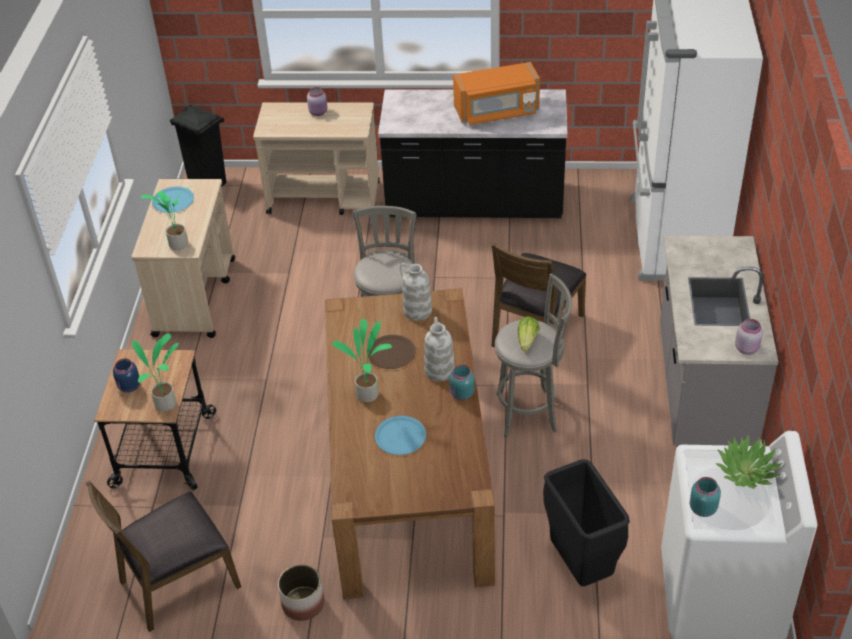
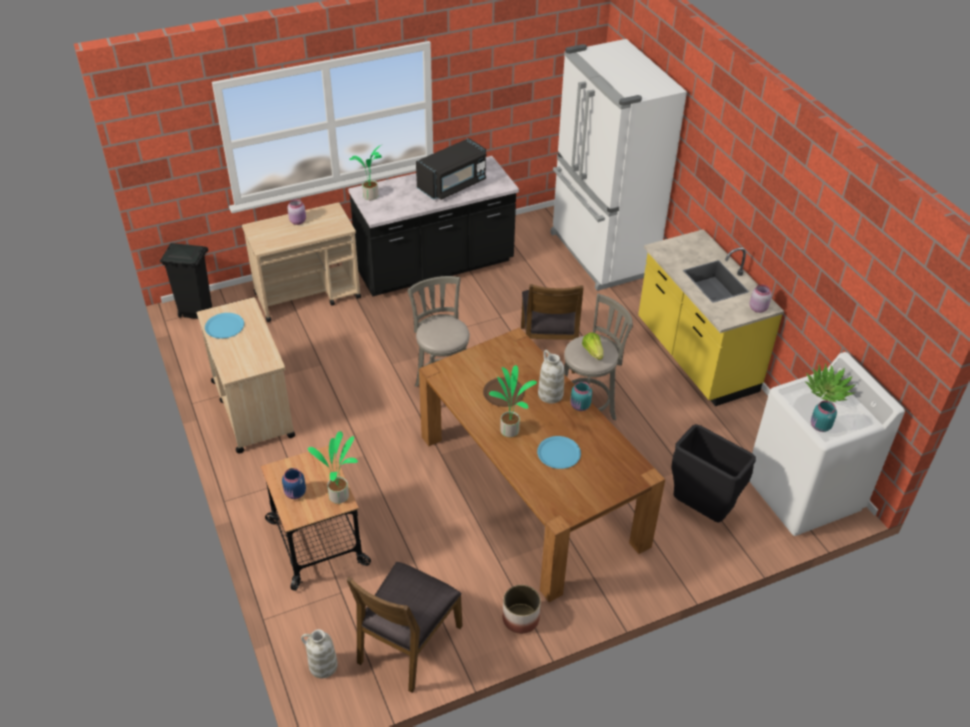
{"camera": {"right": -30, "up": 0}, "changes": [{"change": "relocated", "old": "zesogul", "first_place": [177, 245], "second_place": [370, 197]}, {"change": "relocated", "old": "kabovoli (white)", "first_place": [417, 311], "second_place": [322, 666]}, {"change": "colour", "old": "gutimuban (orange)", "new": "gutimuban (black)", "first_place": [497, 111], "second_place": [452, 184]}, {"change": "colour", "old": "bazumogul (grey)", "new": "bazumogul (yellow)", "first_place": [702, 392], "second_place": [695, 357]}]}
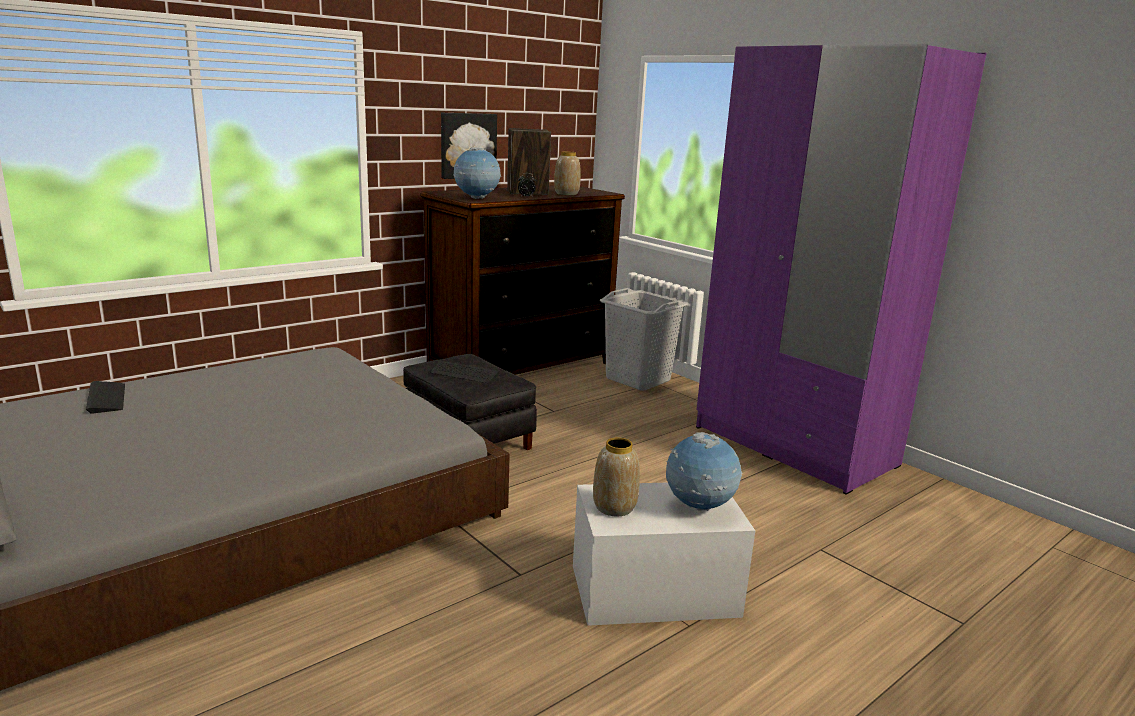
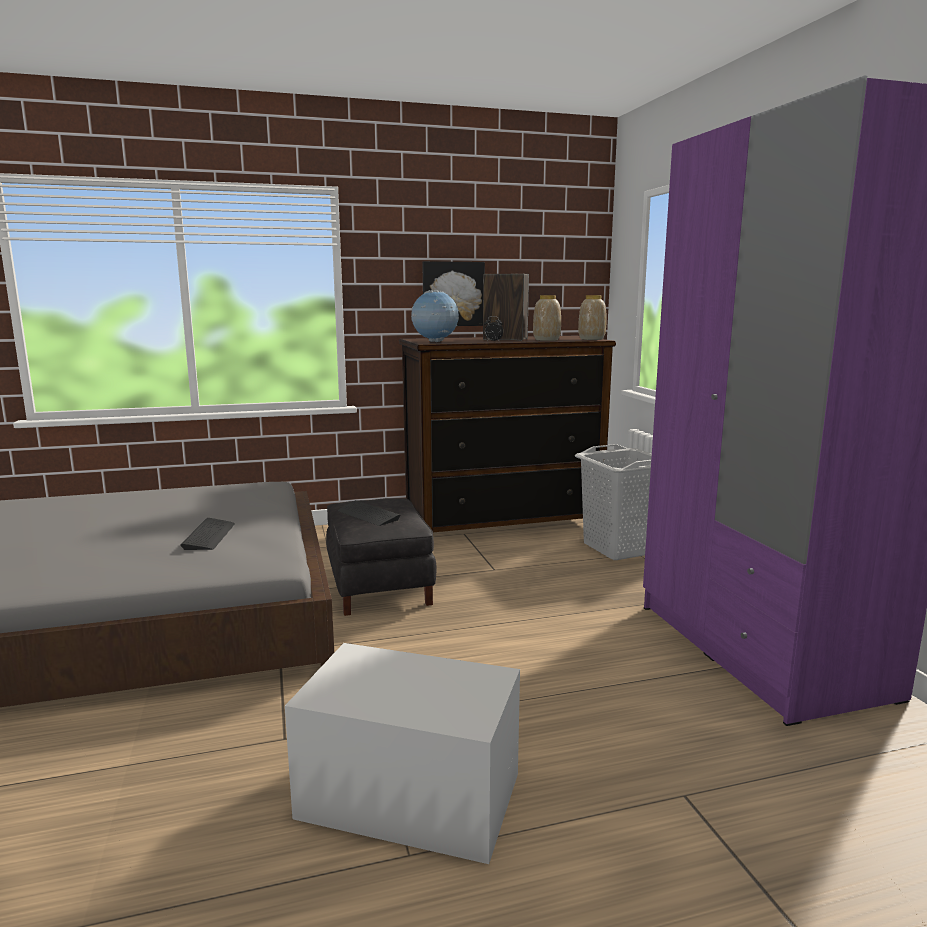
{"camera": {"right": 25, "up": -5}, "changes": [{"change": "missing", "old": "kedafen", "first_place": [699, 508]}, {"change": "relocated", "old": "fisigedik", "first_place": [106, 398], "second_place": [209, 536]}, {"change": "relocated", "old": "kabovoli", "first_place": [614, 508], "second_place": [591, 339]}]}
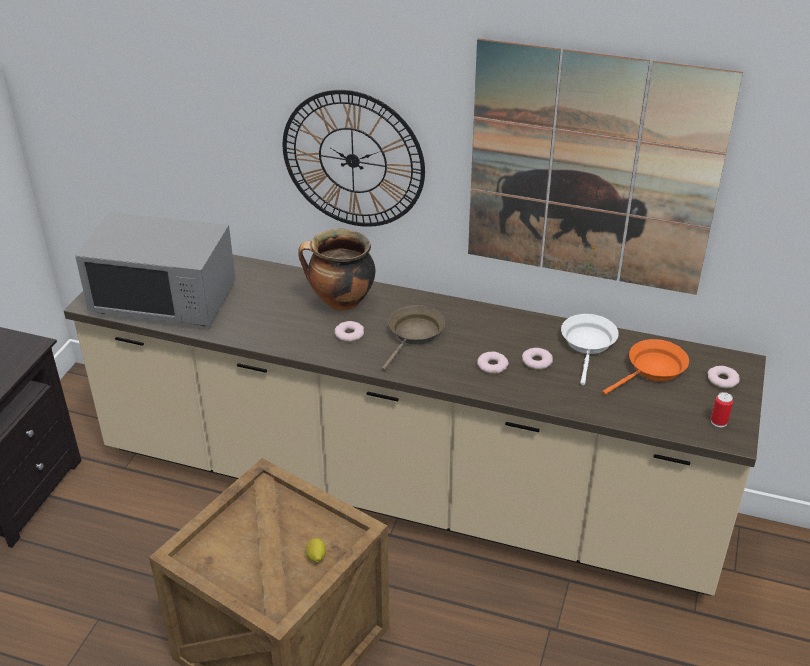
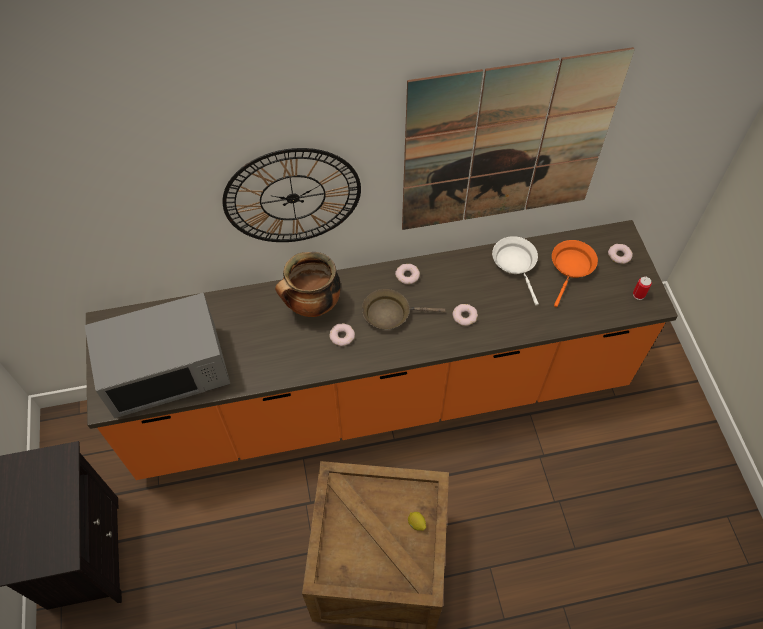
{"camera": {"right": -30, "up": 20}, "changes": [{"change": "relocated", "old": "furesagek", "first_place": [536, 361], "second_place": [407, 275]}, {"change": "colour", "old": "bazumogul (beige)", "new": "bazumogul (orange)", "first_place": [405, 490], "second_place": [381, 398]}, {"change": "spun", "old": "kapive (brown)", "first_place": [414, 335], "second_place": [390, 313], "degrees": -90}]}
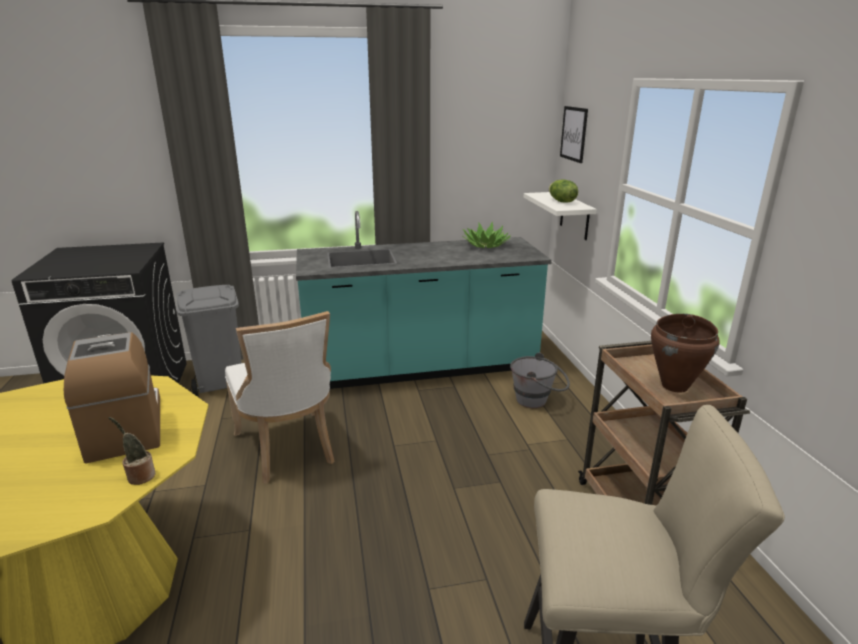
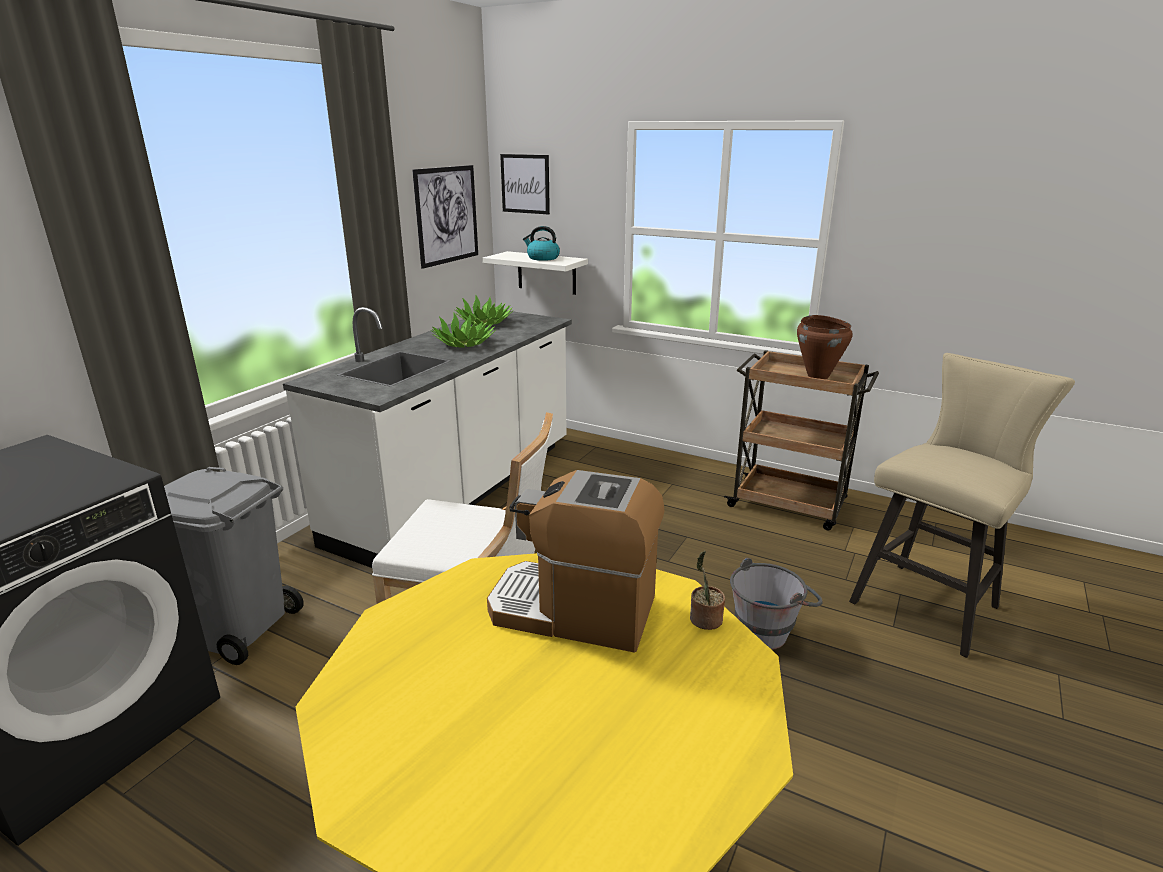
{"camera": {"right": -50, "up": 0}, "changes": [{"change": "appeared", "new": "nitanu", "second_place": [447, 215]}, {"change": "appeared", "new": "zesogul", "second_place": [464, 343]}, {"change": "relocated", "old": "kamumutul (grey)", "first_place": [538, 401], "second_place": [769, 630]}, {"change": "exchanged", "old": "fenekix", "new": "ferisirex", "first_place": [561, 201], "second_place": [542, 258]}, {"change": "colour", "old": "bazumogul (turquoise)", "new": "bazumogul (white)", "first_place": [421, 368], "second_place": [459, 492]}]}
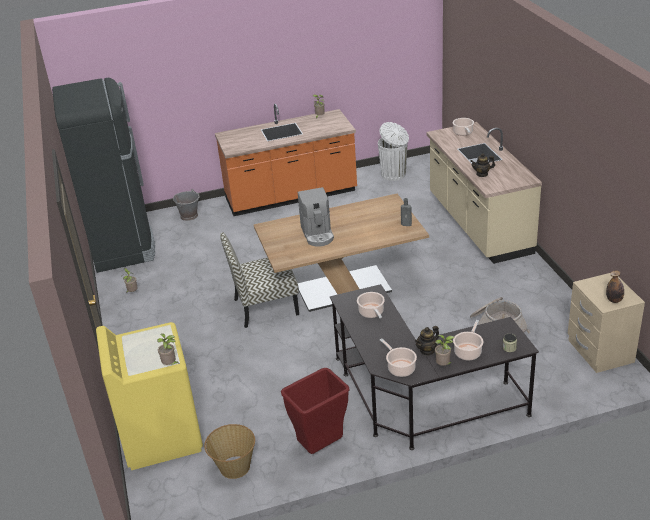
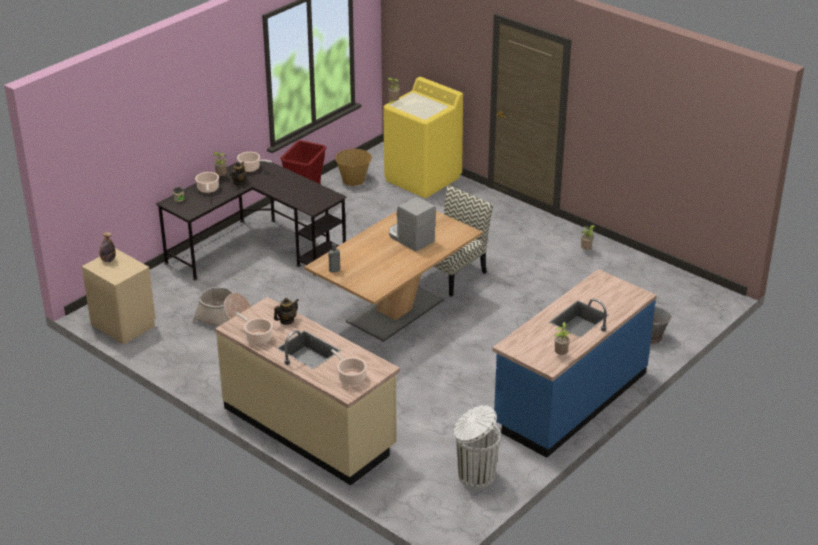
{"camera": {"right": 145, "up": 0}, "changes": [{"change": "missing", "old": "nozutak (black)", "first_place": [123, 247]}, {"change": "relocated", "old": "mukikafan", "first_place": [371, 313], "second_place": [257, 337]}, {"change": "colour", "old": "bazumogul (orange)", "new": "bazumogul (blue)", "first_place": [291, 196], "second_place": [570, 399]}]}
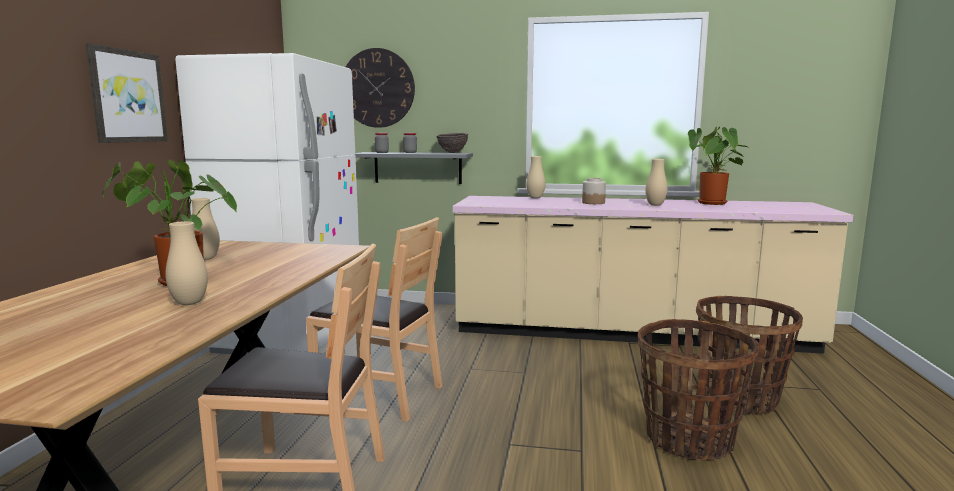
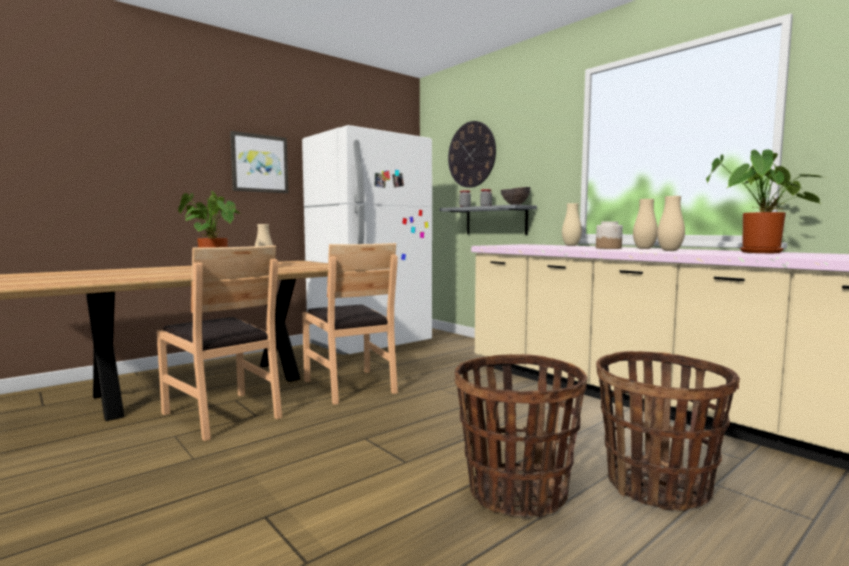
{"camera": {"right": 40, "up": -5}, "changes": [{"change": "relocated", "old": "kabovoli (beige)", "first_place": [189, 303], "second_place": [644, 249]}]}
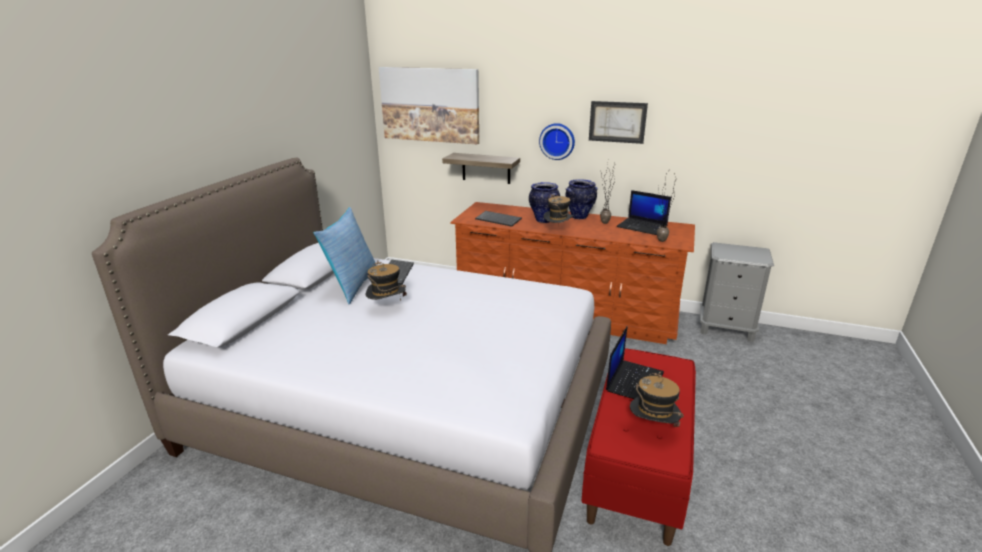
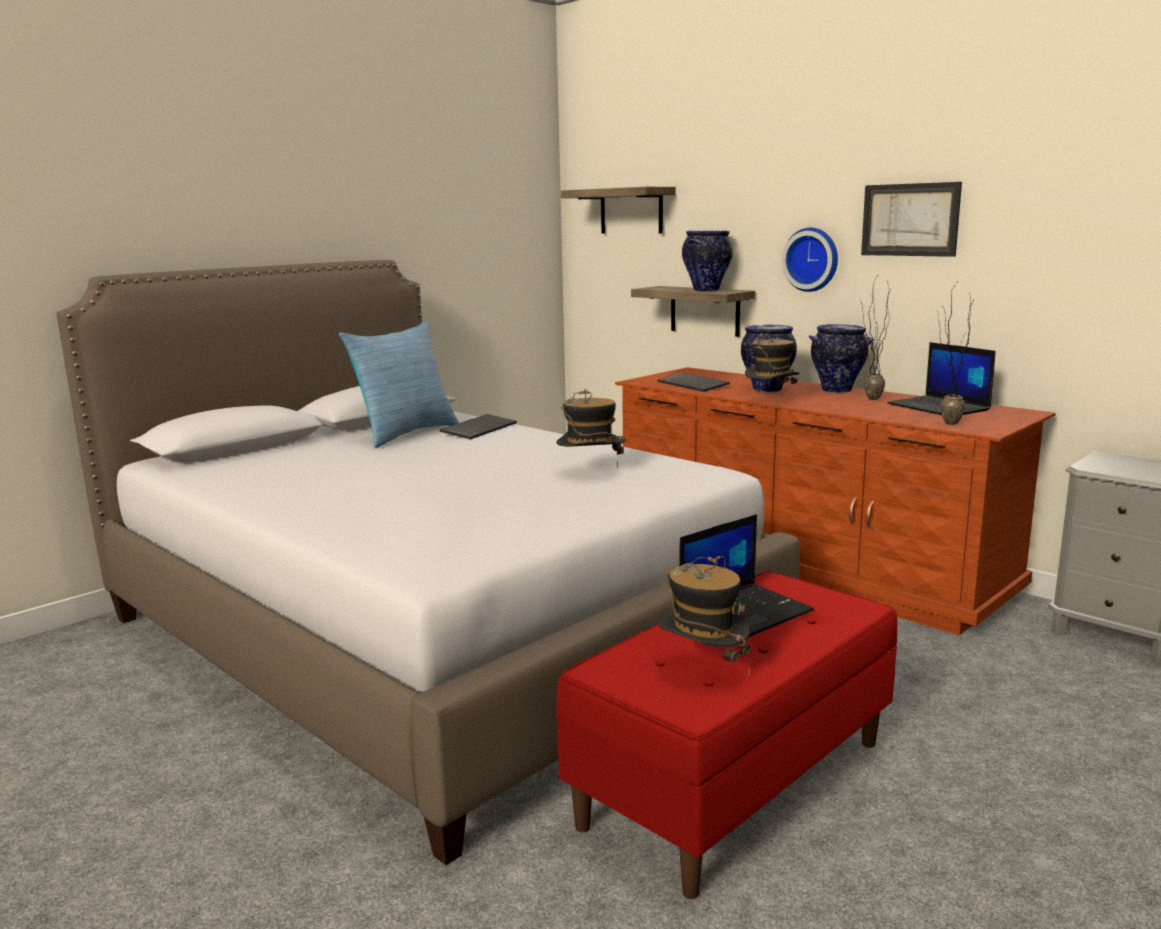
{"camera": {"right": 25, "up": -10}, "changes": [{"change": "appeared", "new": "kabovoli", "second_place": [706, 290]}, {"change": "relocated", "old": "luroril", "first_place": [387, 309], "second_place": [590, 473]}, {"change": "exchanged", "old": "nitanu", "new": "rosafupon", "first_place": [430, 105], "second_place": [631, 211]}]}
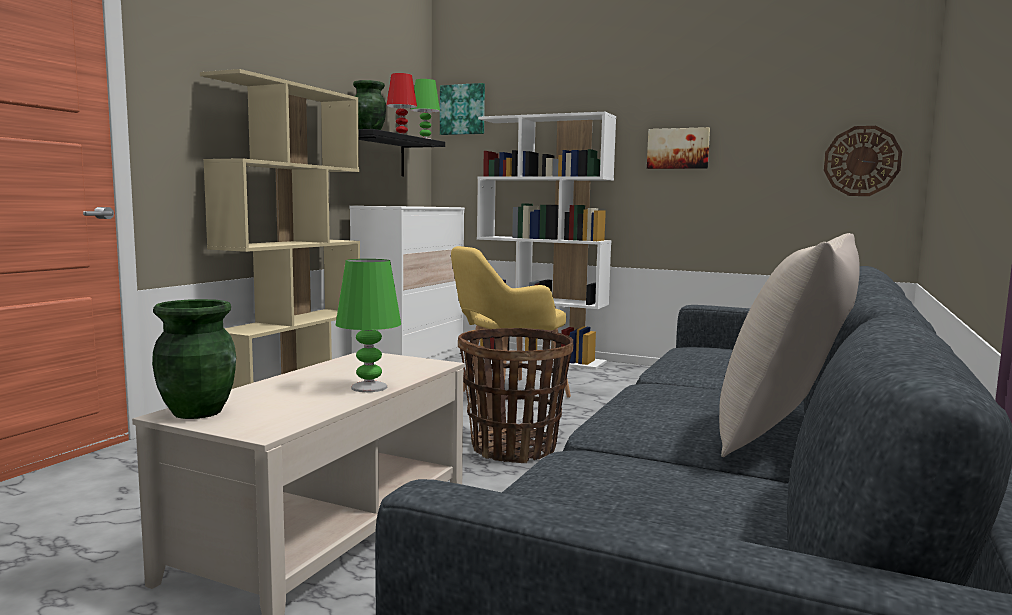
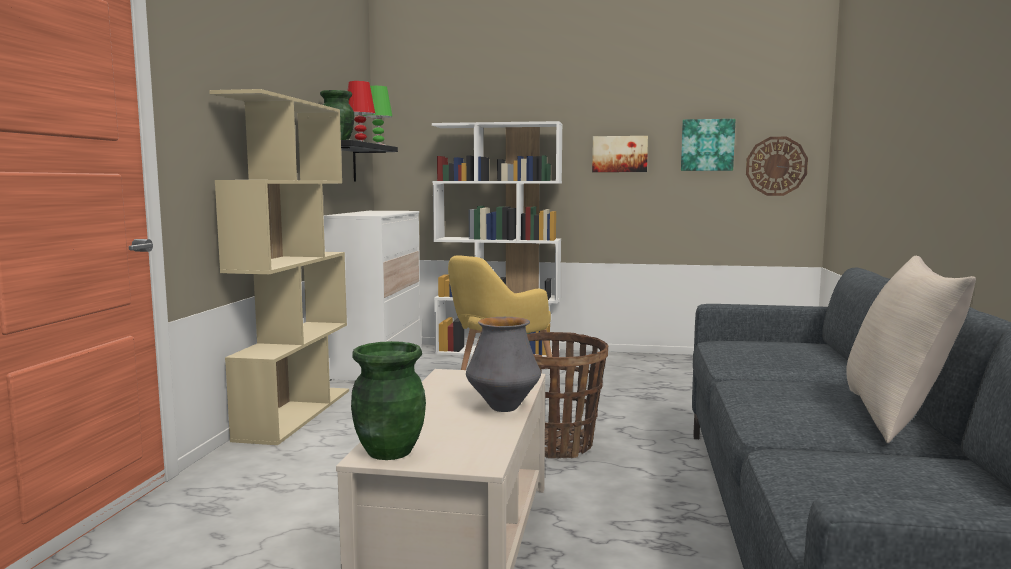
{"camera": {"right": -15, "up": 0}, "changes": [{"change": "relocated", "old": "nitanu", "first_place": [463, 109], "second_place": [707, 145]}, {"change": "exchanged", "old": "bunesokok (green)", "new": "kabovoli", "first_place": [369, 387], "second_place": [503, 408]}]}
